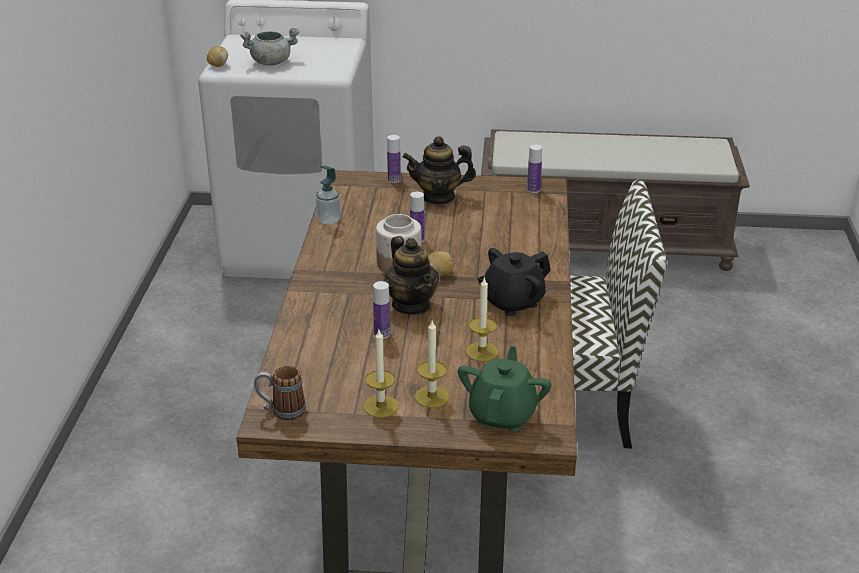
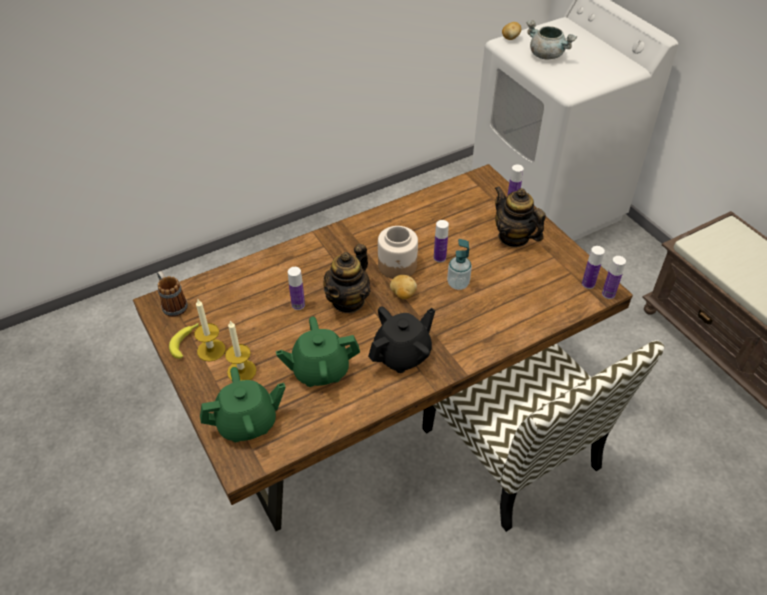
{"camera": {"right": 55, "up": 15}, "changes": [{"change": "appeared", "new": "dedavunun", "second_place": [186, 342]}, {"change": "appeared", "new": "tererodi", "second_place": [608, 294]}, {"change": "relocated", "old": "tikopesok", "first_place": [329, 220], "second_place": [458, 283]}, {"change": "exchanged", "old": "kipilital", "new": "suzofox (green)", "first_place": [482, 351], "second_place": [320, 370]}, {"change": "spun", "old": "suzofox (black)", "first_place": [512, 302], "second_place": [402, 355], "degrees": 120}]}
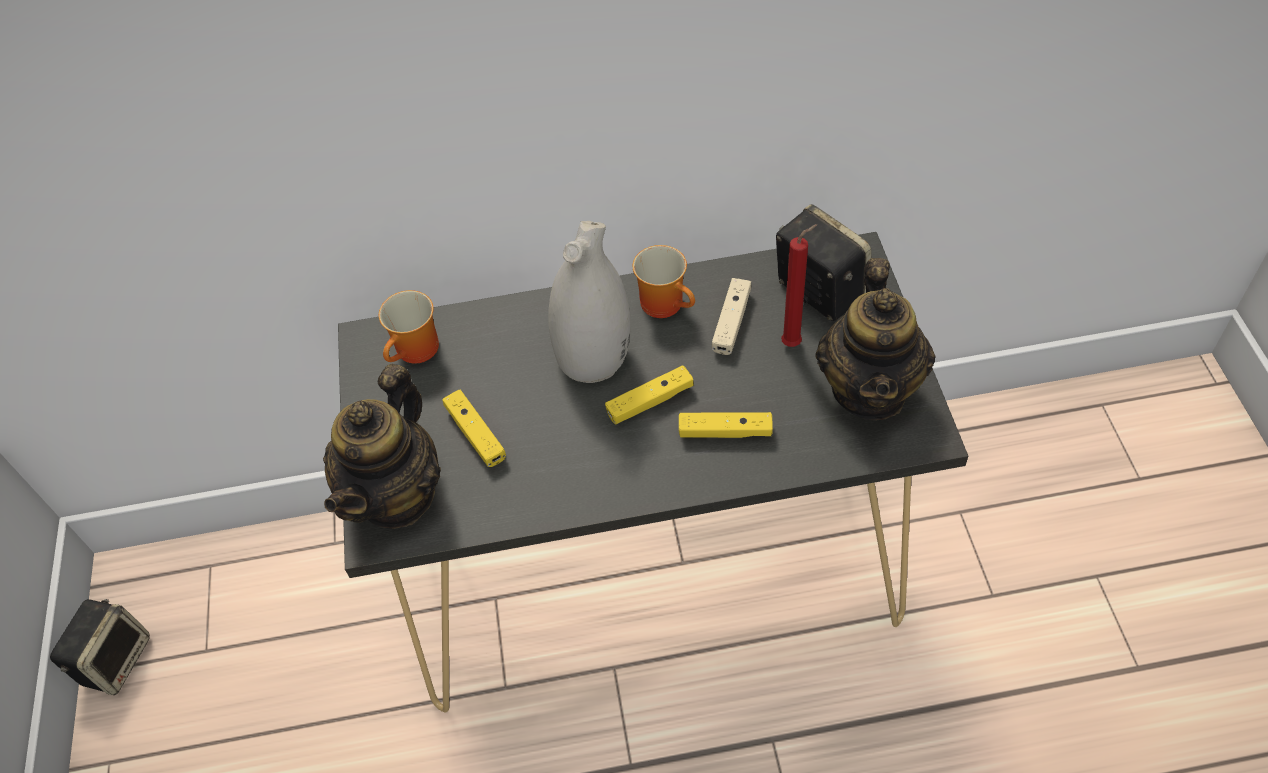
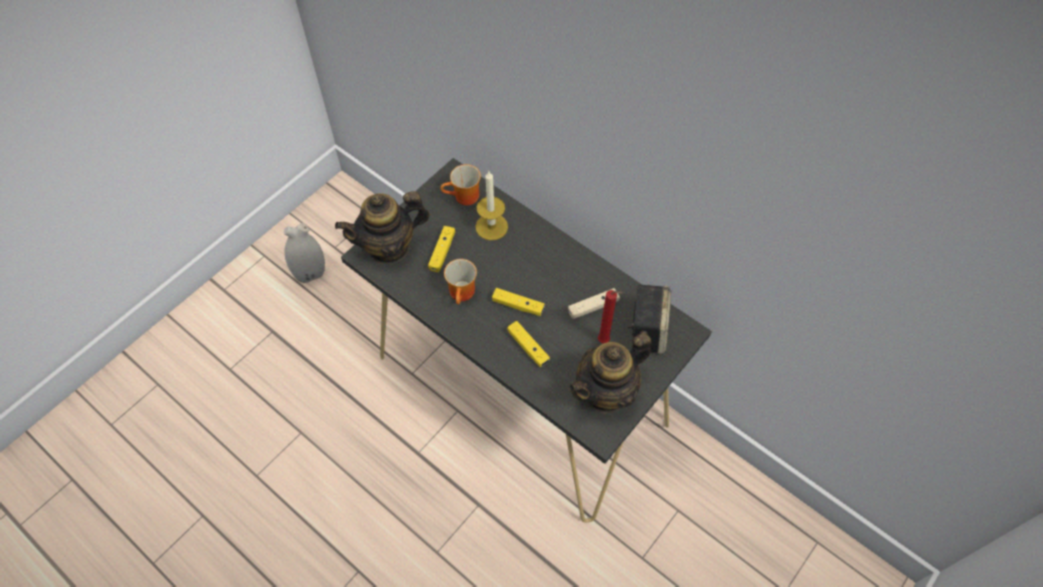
{"camera": {"right": 45, "up": 5}, "changes": [{"change": "missing", "old": "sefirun", "first_place": [115, 659]}, {"change": "appeared", "new": "kipilital", "second_place": [491, 227]}, {"change": "relocated", "old": "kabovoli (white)", "first_place": [594, 355], "second_place": [310, 271]}, {"change": "relocated", "old": "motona", "first_place": [667, 303], "second_place": [463, 293]}]}
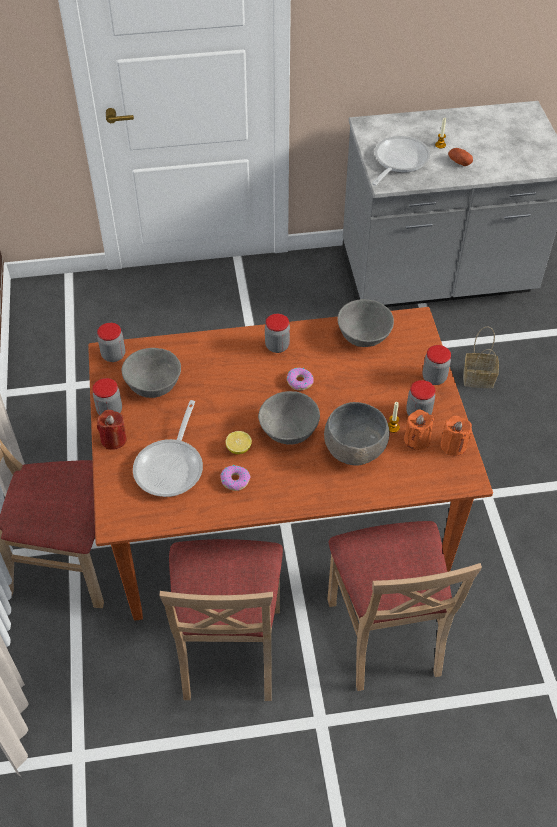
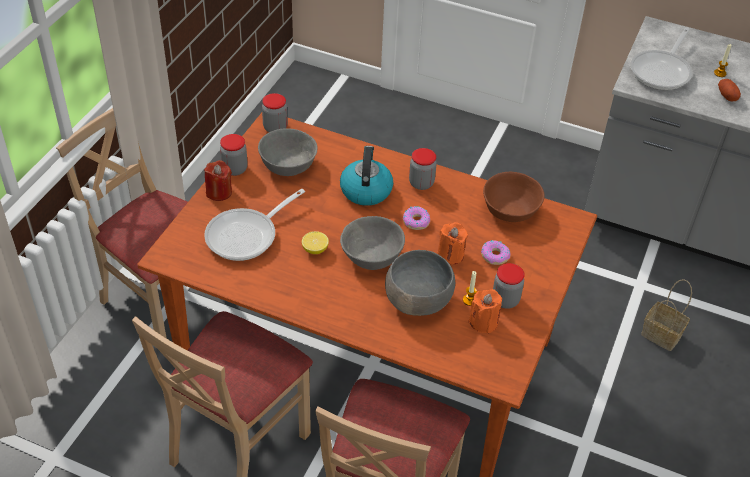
{"camera": {"right": 30, "up": -5}, "changes": [{"change": "missing", "old": "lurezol", "first_place": [434, 377]}, {"change": "appeared", "new": "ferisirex", "second_place": [365, 190]}, {"change": "relocated", "old": "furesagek", "first_place": [235, 480], "second_place": [495, 255]}, {"change": "relocated", "old": "kipilital (orange)", "first_place": [453, 445], "second_place": [450, 254]}, {"change": "colour", "old": "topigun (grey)", "new": "topigun (brown)", "first_place": [364, 335], "second_place": [510, 210]}, {"change": "spun", "old": "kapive", "first_place": [398, 161], "second_place": [662, 71], "degrees": 150}]}
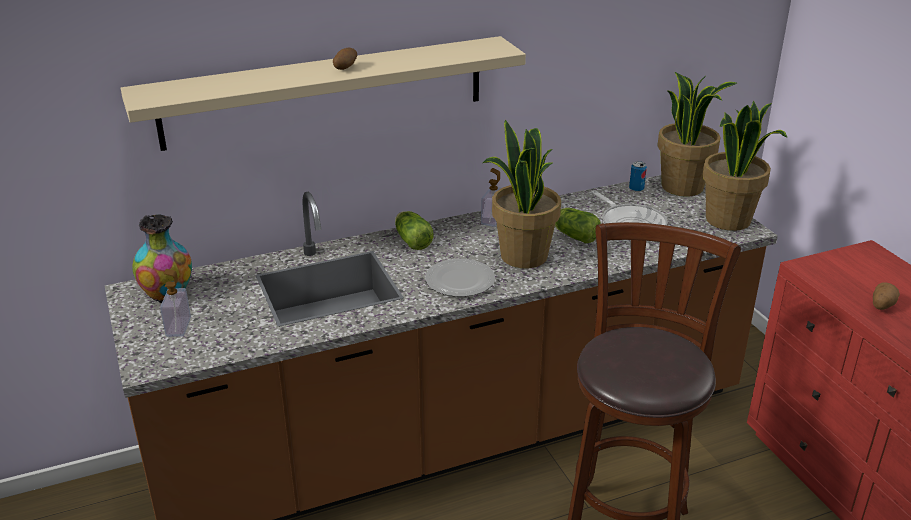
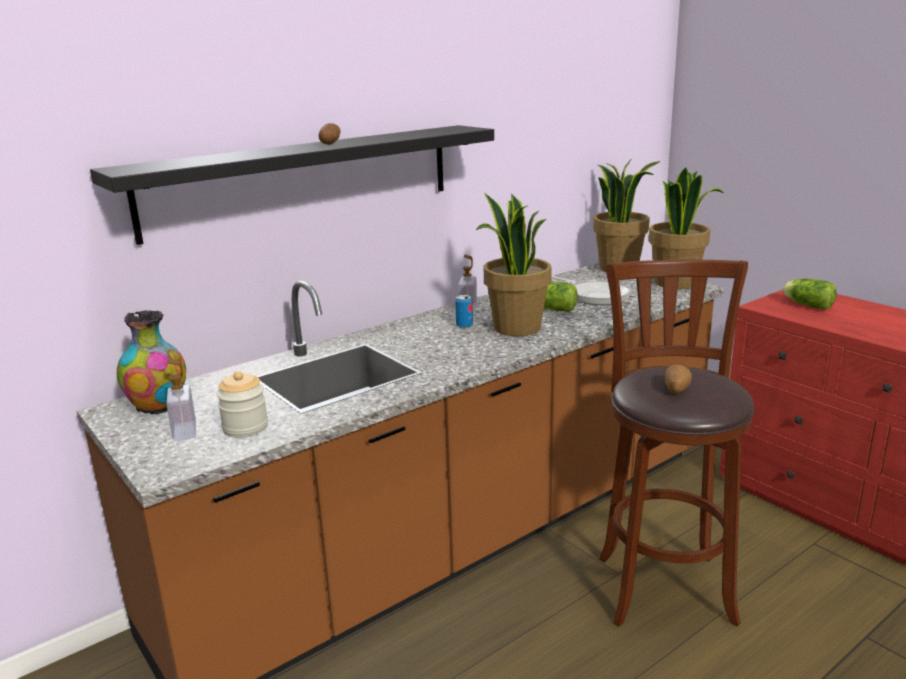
{"camera": {"right": -15, "up": -10}, "changes": [{"change": "missing", "old": "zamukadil", "first_place": [459, 280]}, {"change": "appeared", "new": "lurezol", "second_place": [245, 428]}, {"change": "relocated", "old": "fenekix", "first_place": [412, 240], "second_place": [806, 305]}, {"change": "relocated", "old": "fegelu", "first_place": [636, 189], "second_place": [464, 326]}, {"change": "relocated", "old": "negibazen", "first_place": [882, 305], "second_place": [676, 390]}, {"change": "colour", "old": "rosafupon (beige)", "new": "rosafupon (black)", "first_place": [325, 92], "second_place": [304, 179]}]}
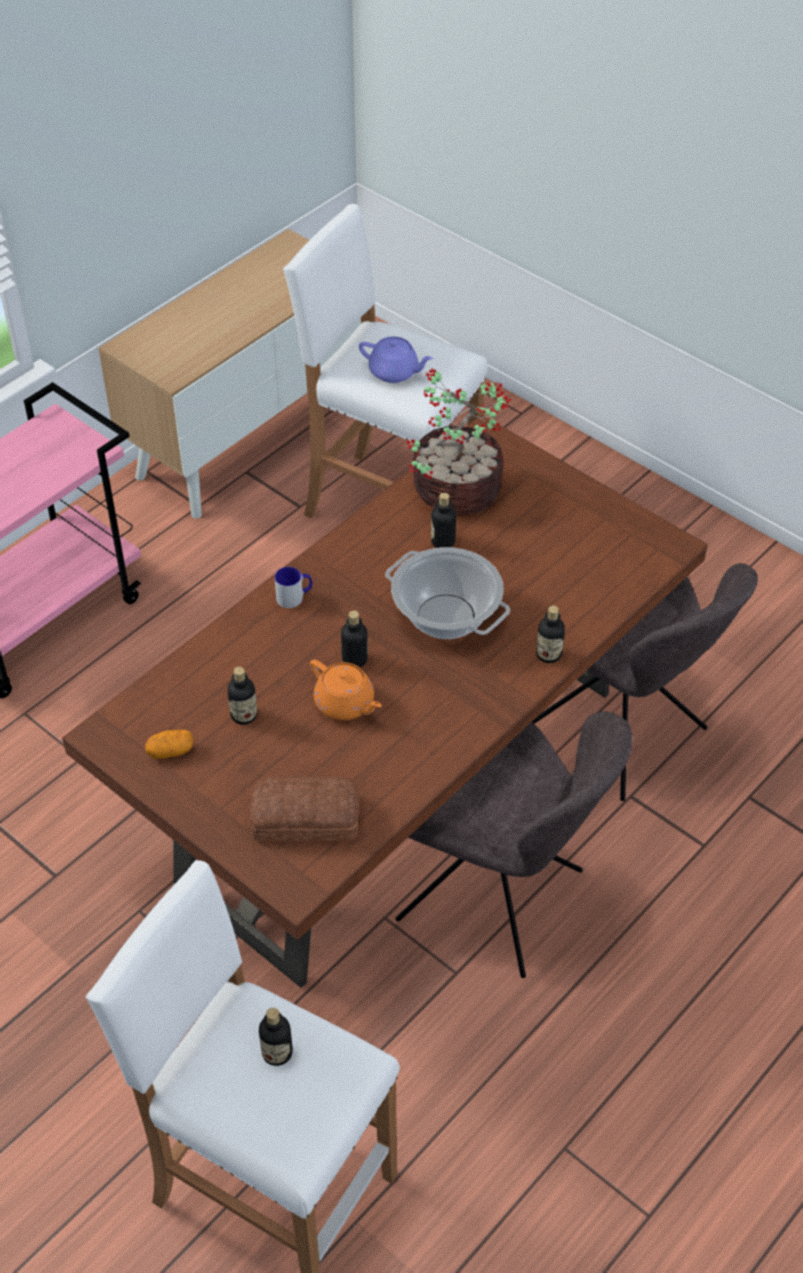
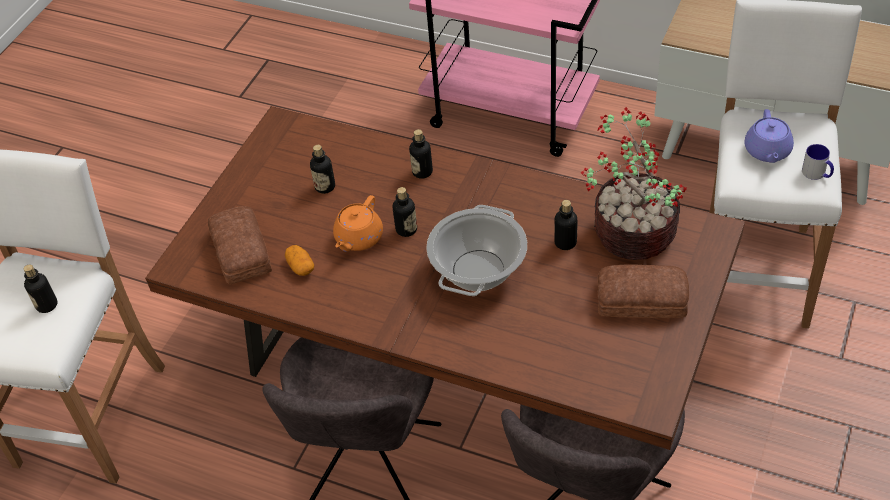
{"camera": {"right": 75, "up": 0}, "changes": [{"change": "appeared", "new": "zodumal", "second_place": [642, 301]}, {"change": "relocated", "old": "negibazen", "first_place": [170, 751], "second_place": [300, 267]}, {"change": "relocated", "old": "motona", "first_place": [294, 597], "second_place": [817, 174]}, {"change": "relocated", "old": "tererodi", "first_place": [548, 654], "second_place": [422, 172]}]}
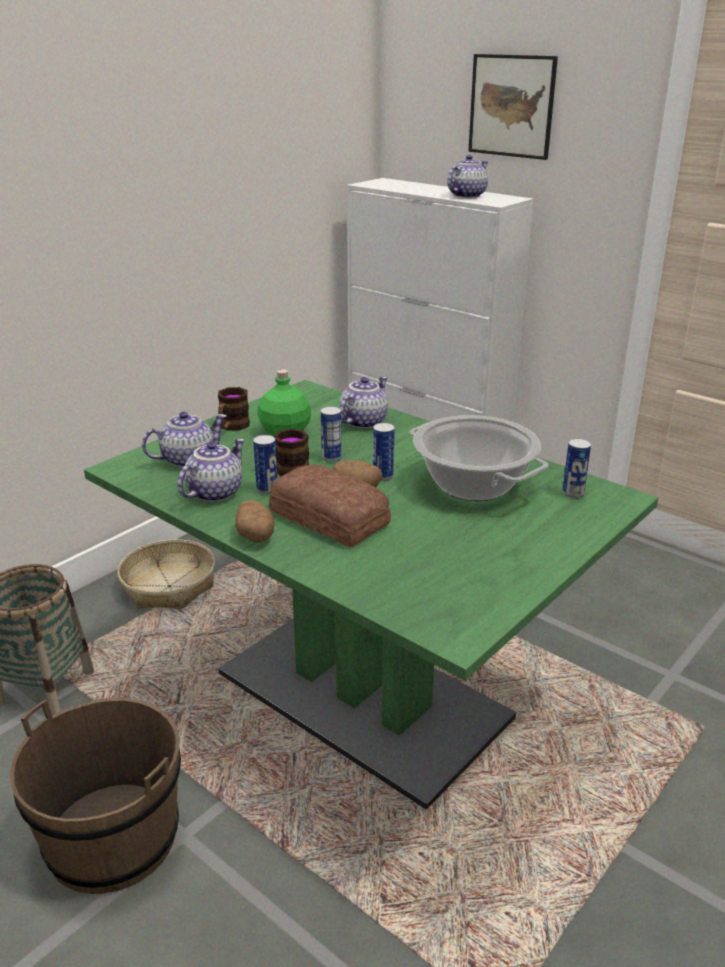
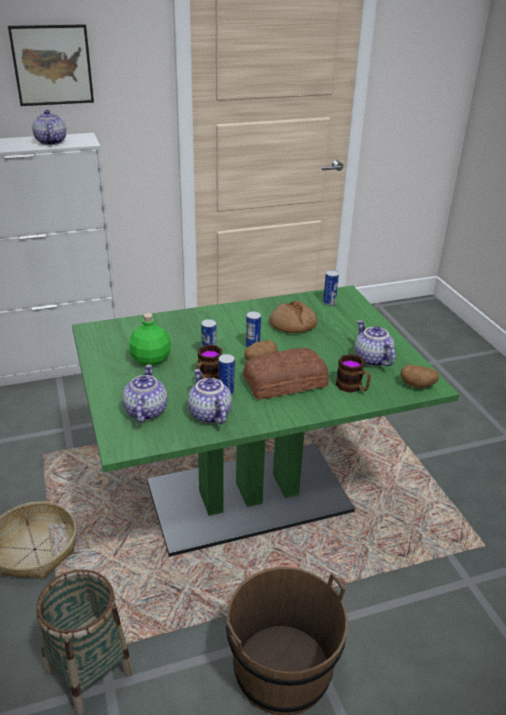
{"camera": {"right": -60, "up": 5}, "changes": [{"change": "relocated", "old": "motona", "first_place": [232, 427], "second_place": [353, 387]}, {"change": "relocated", "old": "negibazen", "first_place": [256, 537], "second_place": [417, 385]}, {"change": "relocated", "old": "suzofox", "first_place": [363, 421], "second_place": [371, 359]}, {"change": "exchanged", "old": "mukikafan", "new": "zodumal", "first_place": [472, 485], "second_place": [293, 325]}]}
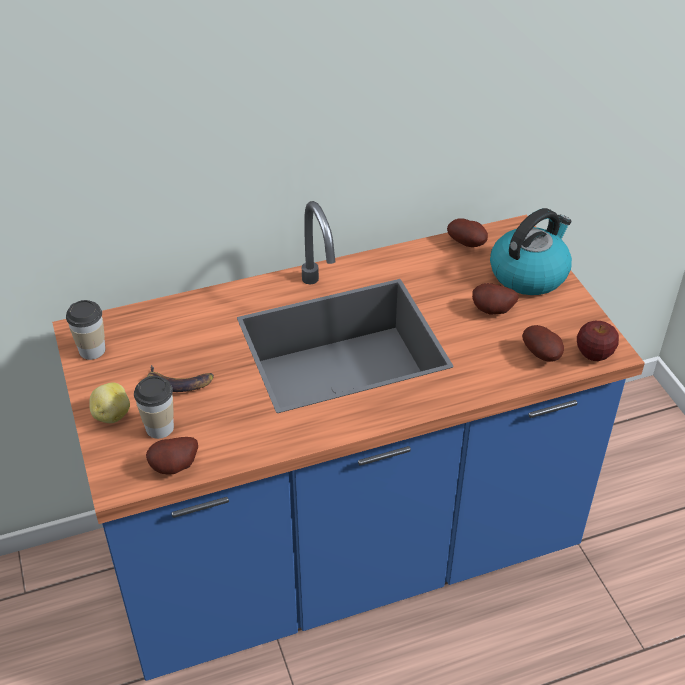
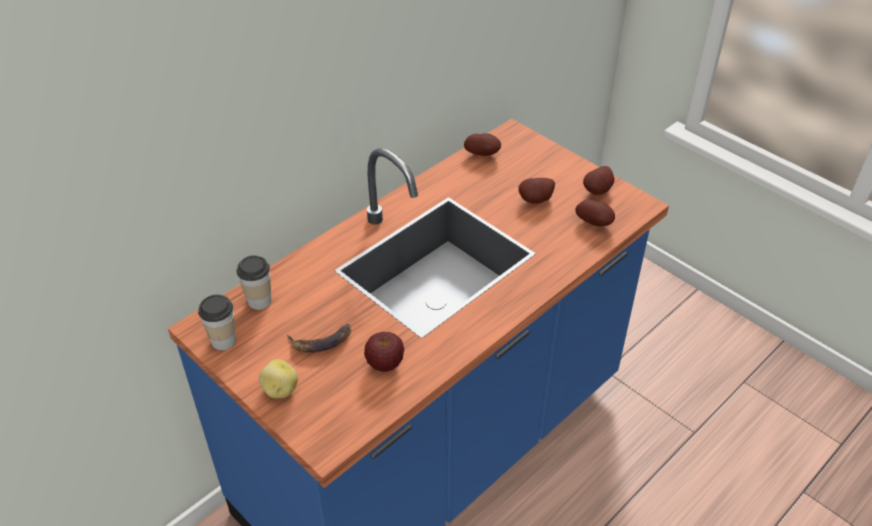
{"camera": {"right": -25, "up": 0}, "changes": [{"change": "missing", "old": "ferisirex", "first_place": [529, 273]}, {"change": "relocated", "old": "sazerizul", "first_place": [159, 427], "second_place": [259, 300]}, {"change": "relocated", "old": "negibazen", "first_place": [176, 468], "second_place": [598, 191]}, {"change": "relocated", "old": "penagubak", "first_place": [594, 354], "second_place": [385, 364]}]}
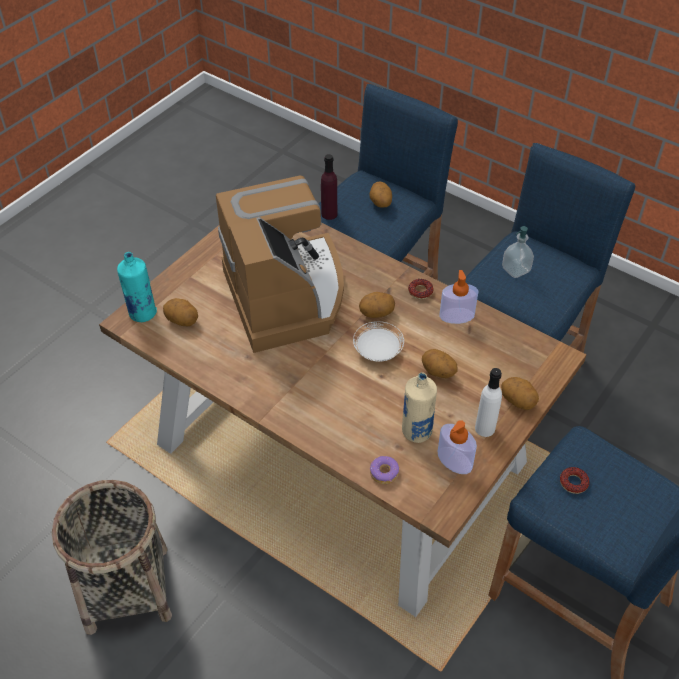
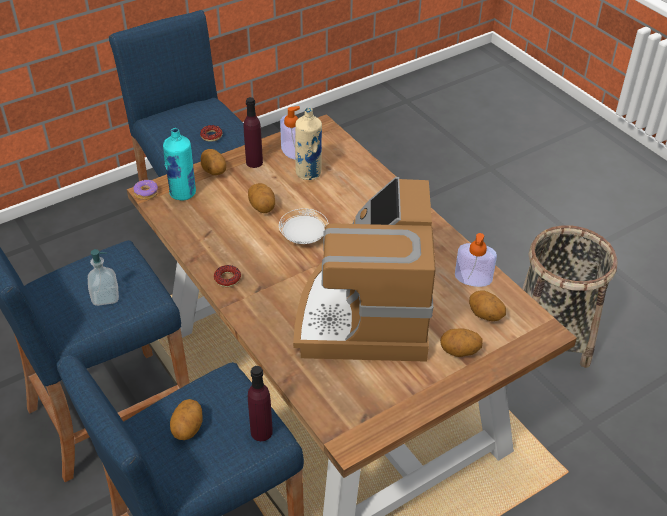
{"camera": {"right": -160, "up": -5}, "changes": [{"change": "relocated", "old": "tererodi (turquoise)", "first_place": [142, 313], "second_place": [183, 193]}, {"change": "relocated", "old": "negibazen", "first_place": [376, 313], "second_place": [459, 352]}, {"change": "relocated", "old": "furesagek", "first_place": [384, 473], "second_place": [146, 193]}, {"change": "relocated", "old": "tikopesok", "first_place": [456, 316], "second_place": [473, 278]}, {"change": "colour", "old": "tererodi (white)", "new": "tererodi (purple)", "first_place": [485, 428], "second_place": [254, 162]}]}
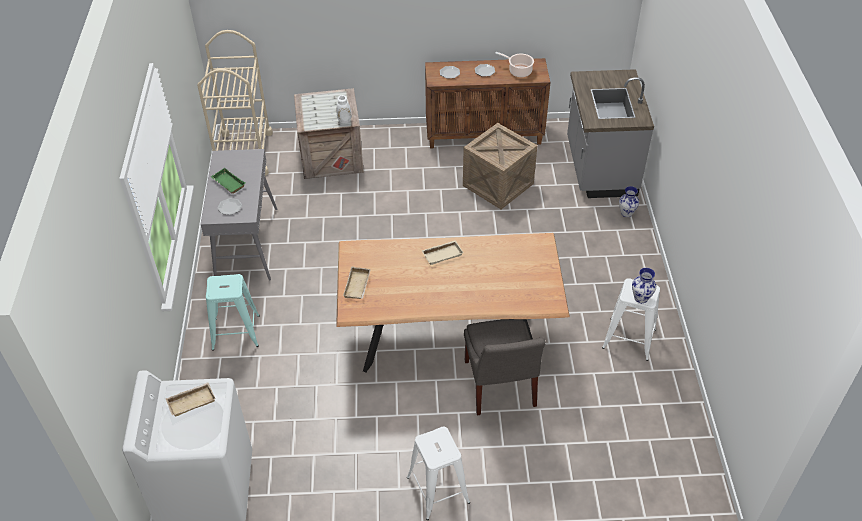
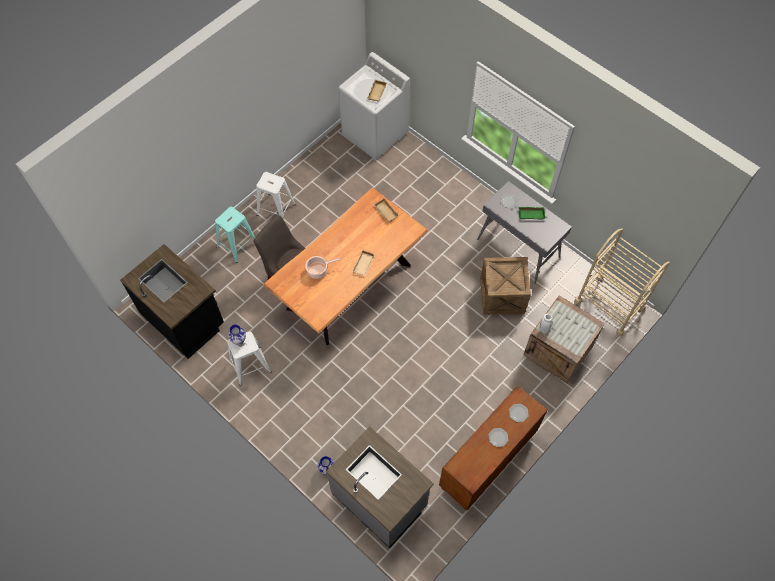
{"camera": {"right": 135, "up": 15}, "changes": [{"change": "appeared", "new": "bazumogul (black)", "second_place": [184, 319]}, {"change": "relocated", "old": "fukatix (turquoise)", "first_place": [236, 332], "second_place": [237, 245]}, {"change": "relocated", "old": "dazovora", "first_place": [498, 184], "second_place": [502, 295]}, {"change": "relocated", "old": "mukikafan", "first_place": [518, 71], "second_place": [318, 270]}]}
